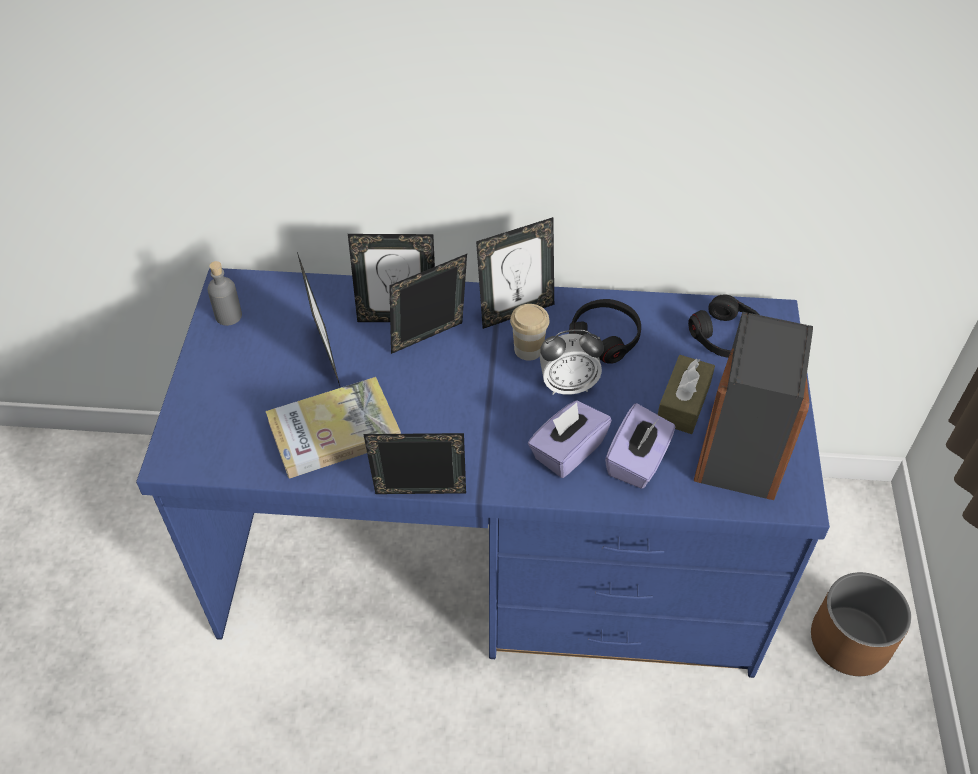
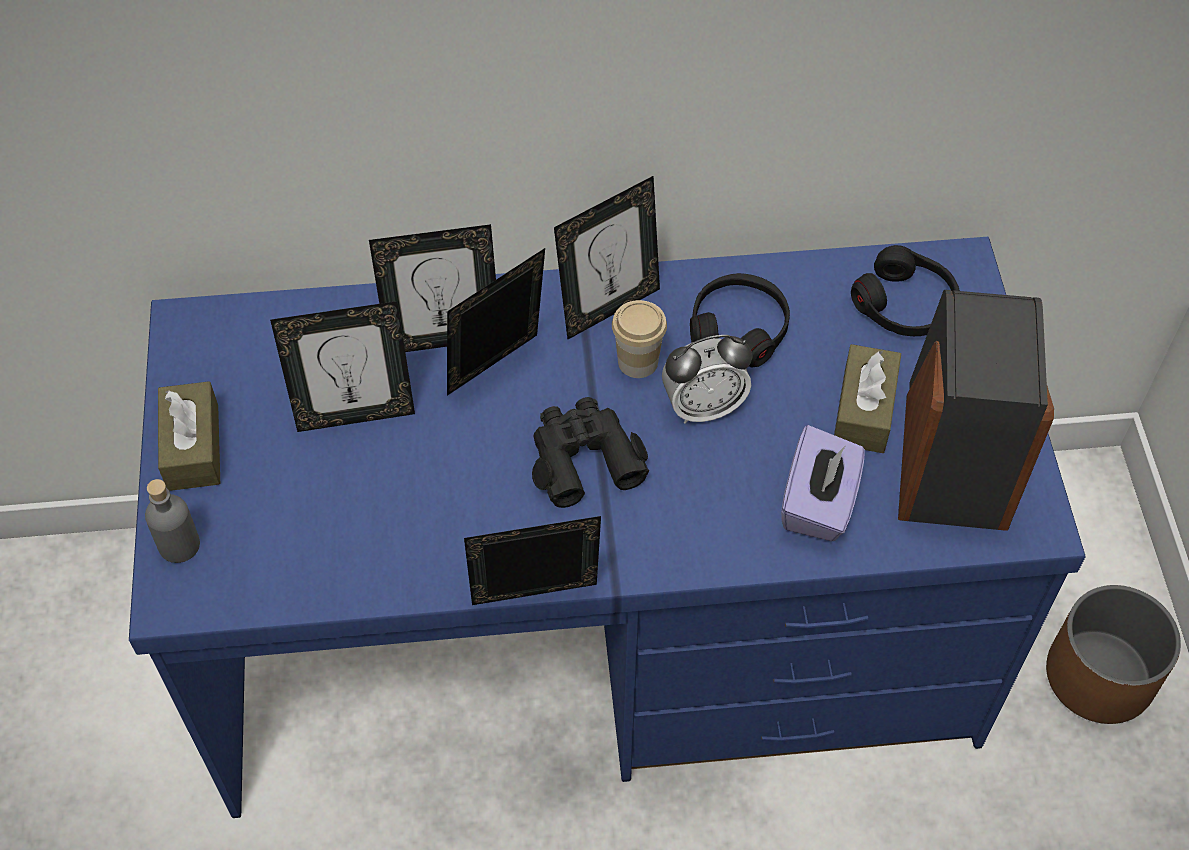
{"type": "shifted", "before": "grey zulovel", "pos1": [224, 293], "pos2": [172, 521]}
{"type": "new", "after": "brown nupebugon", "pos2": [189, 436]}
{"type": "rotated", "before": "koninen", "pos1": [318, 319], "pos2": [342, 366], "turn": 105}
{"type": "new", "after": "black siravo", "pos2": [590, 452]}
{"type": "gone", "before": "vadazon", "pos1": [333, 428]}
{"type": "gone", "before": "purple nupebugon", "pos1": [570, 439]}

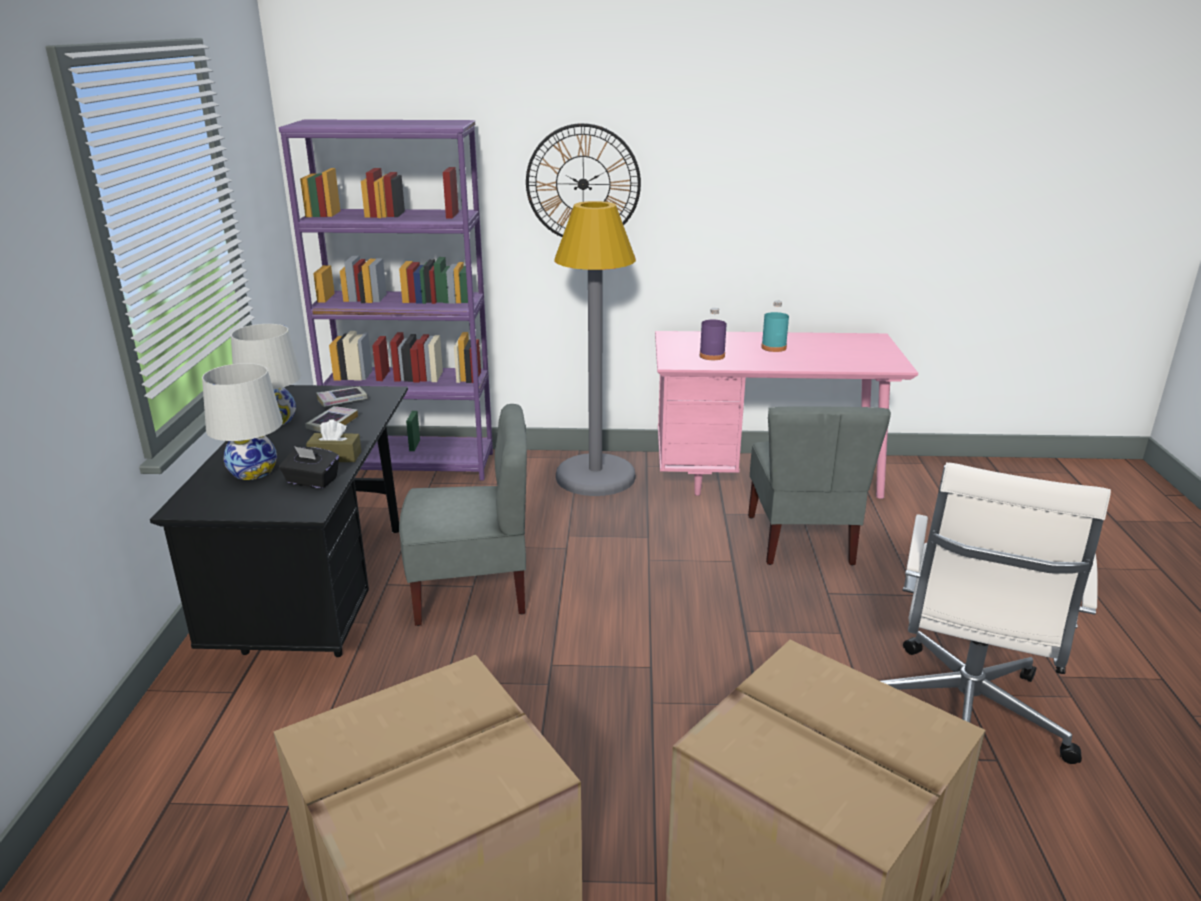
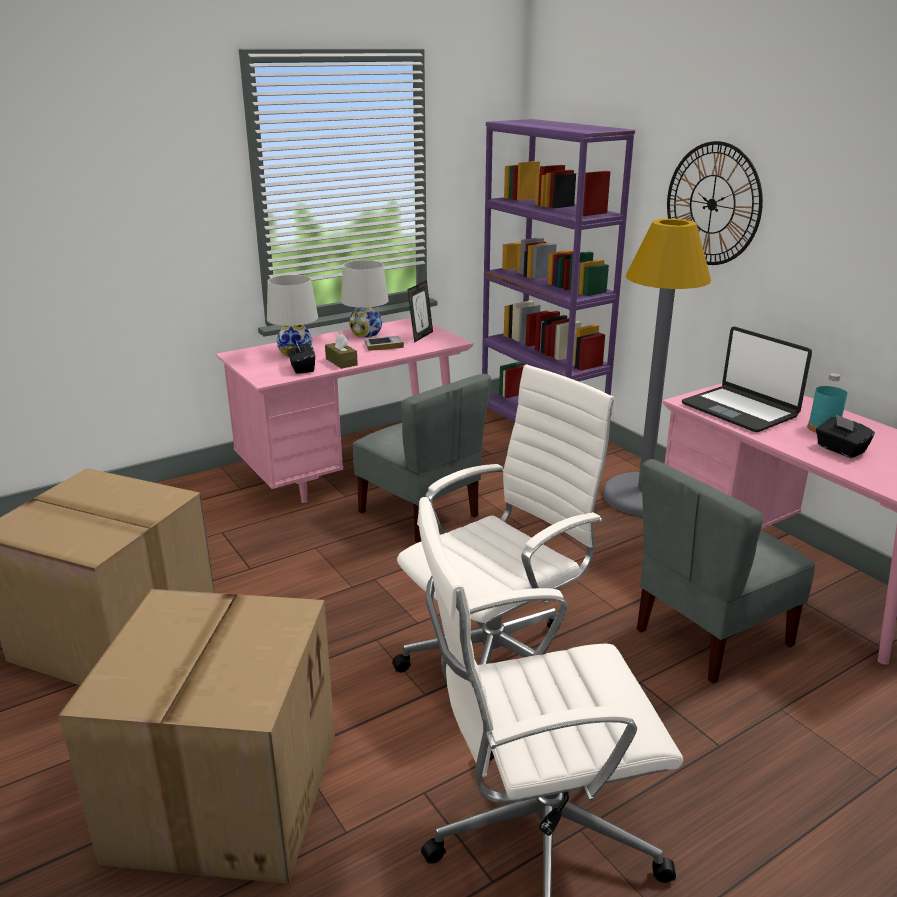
{"type": "repainted", "before": "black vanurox", "after": "pink vanurox", "pos1": [279, 521], "pos2": [344, 410]}
{"type": "new", "after": "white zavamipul", "pos2": [503, 518]}
{"type": "swapped", "before": "vadazon", "after": "koninen", "pos1": [341, 397], "pos2": [420, 311]}
{"type": "swapped", "before": "purple zulovel", "after": "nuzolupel", "pos1": [713, 334], "pos2": [747, 379]}
{"type": "new", "after": "black nupebugon", "pos2": [845, 436]}

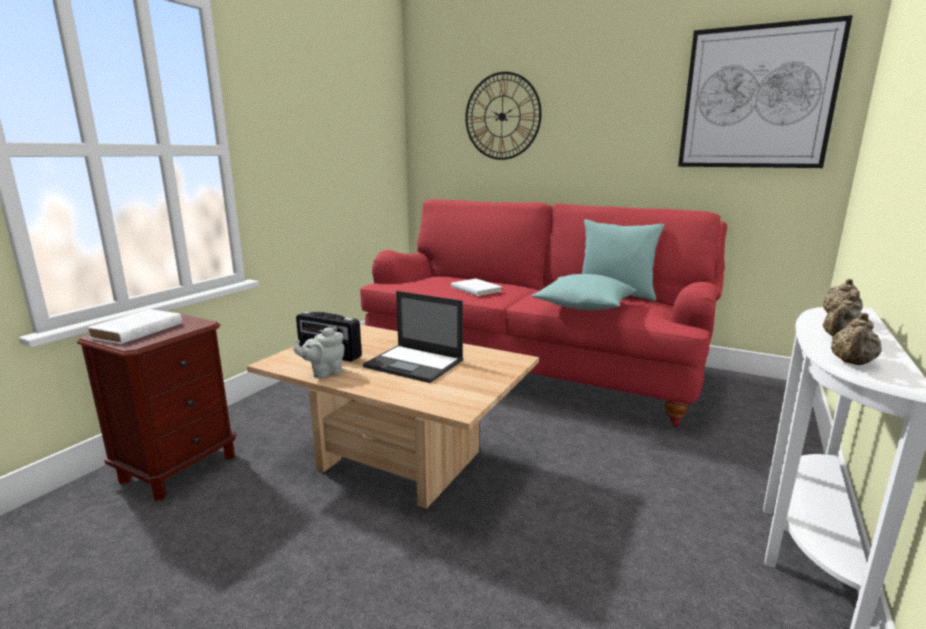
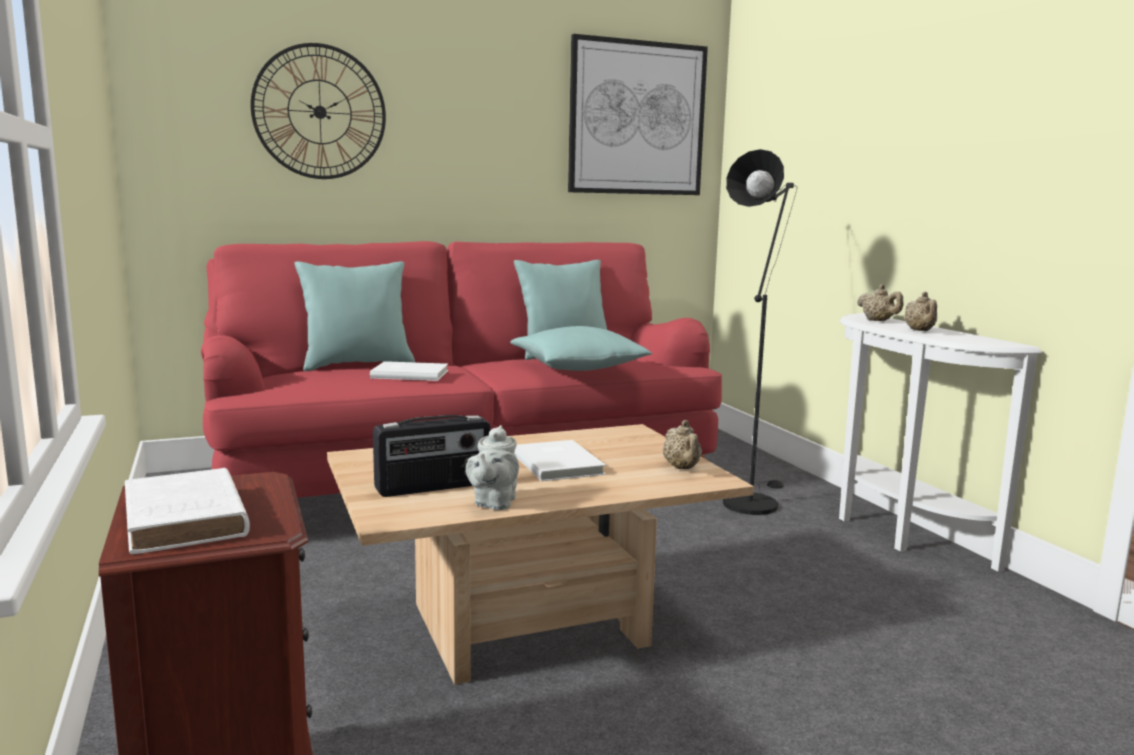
{"type": "new", "after": "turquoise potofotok", "pos2": [354, 316]}
{"type": "swapped", "before": "nuzolupel", "after": "white vadazon", "pos1": [413, 337], "pos2": [560, 460]}
{"type": "shifted", "before": "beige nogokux", "pos1": [856, 339], "pos2": [682, 444]}
{"type": "new", "after": "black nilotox", "pos2": [760, 332]}

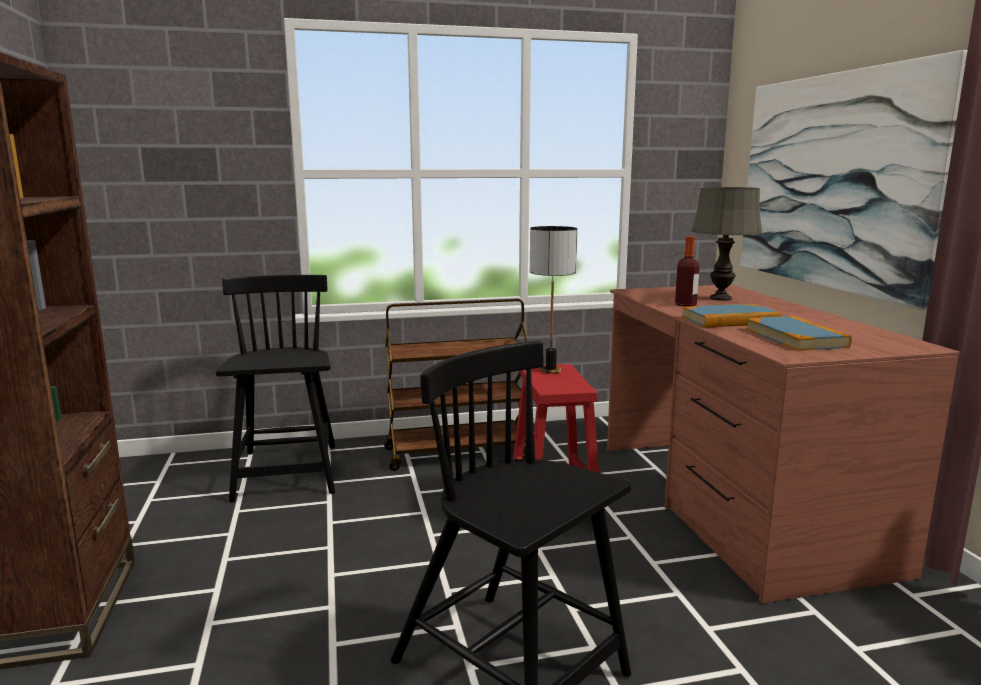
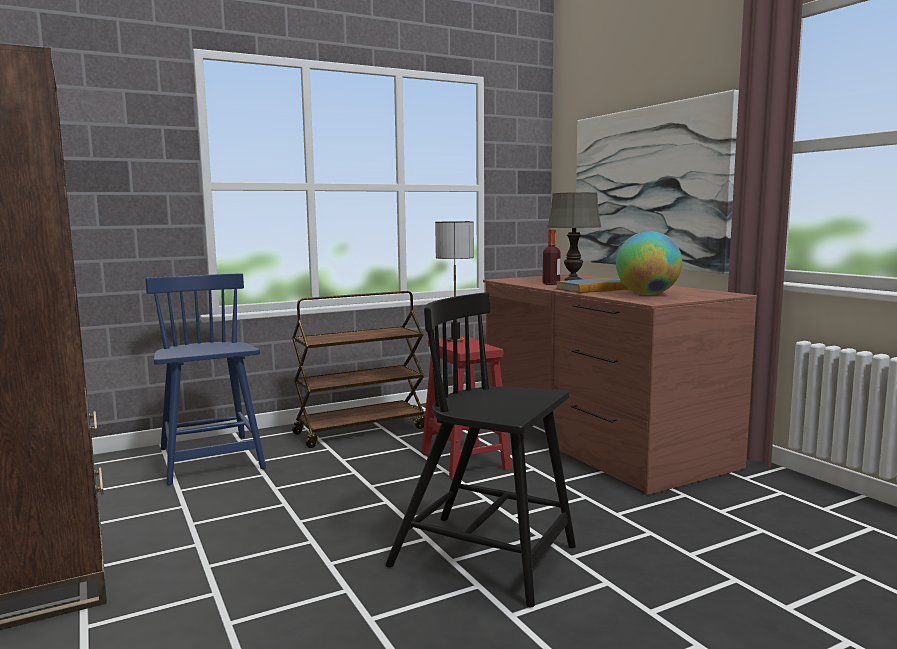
{"type": "repainted", "before": "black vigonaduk", "after": "blue vigonaduk", "pos1": [275, 389], "pos2": [205, 379]}
{"type": "swapped", "before": "vadazon", "after": "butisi", "pos1": [799, 333], "pos2": [649, 263]}

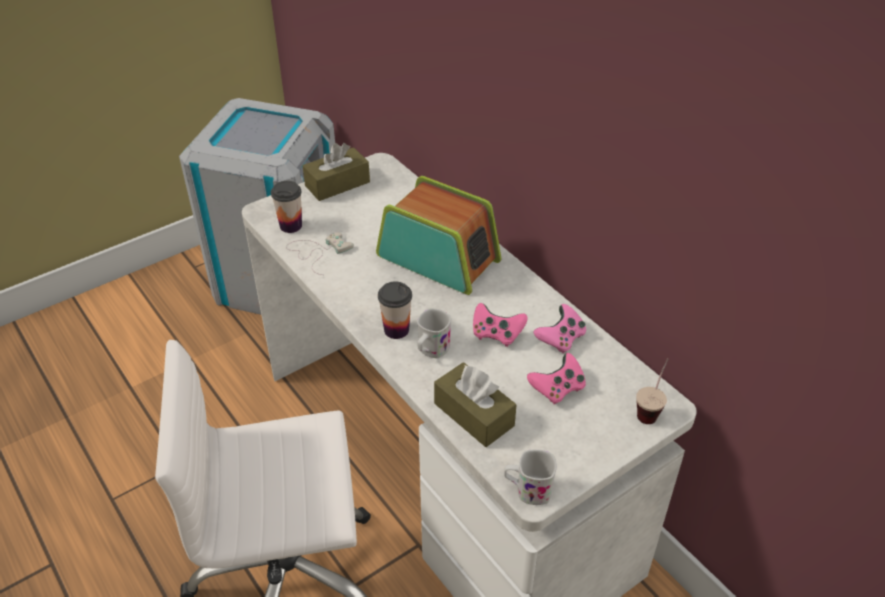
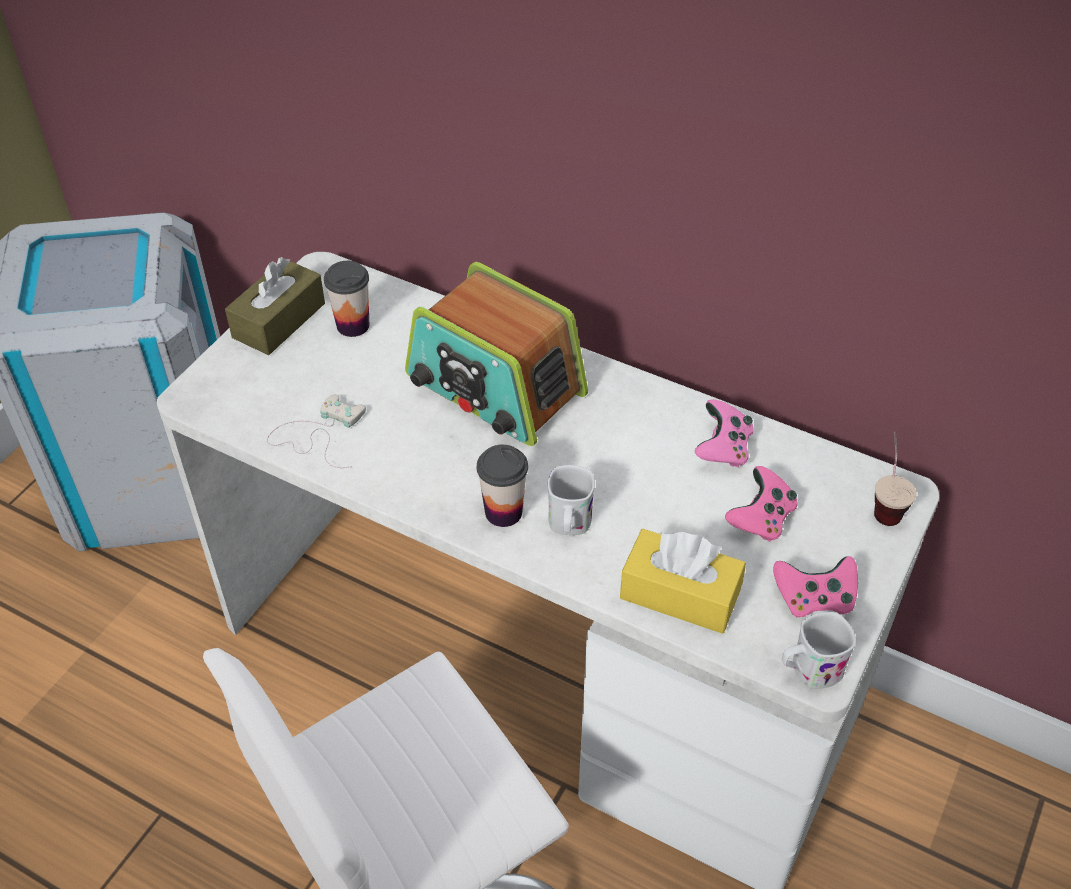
{"type": "shifted", "before": "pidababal", "pos1": [286, 207], "pos2": [346, 299]}
{"type": "rotated", "before": "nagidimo", "pos1": [439, 235], "pos2": [496, 354], "turn": -150}
{"type": "repainted", "before": "brown nupebugon", "after": "yellow nupebugon", "pos1": [475, 404], "pos2": [683, 581]}
{"type": "shifted", "before": "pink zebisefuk", "pos1": [500, 325], "pos2": [815, 586]}

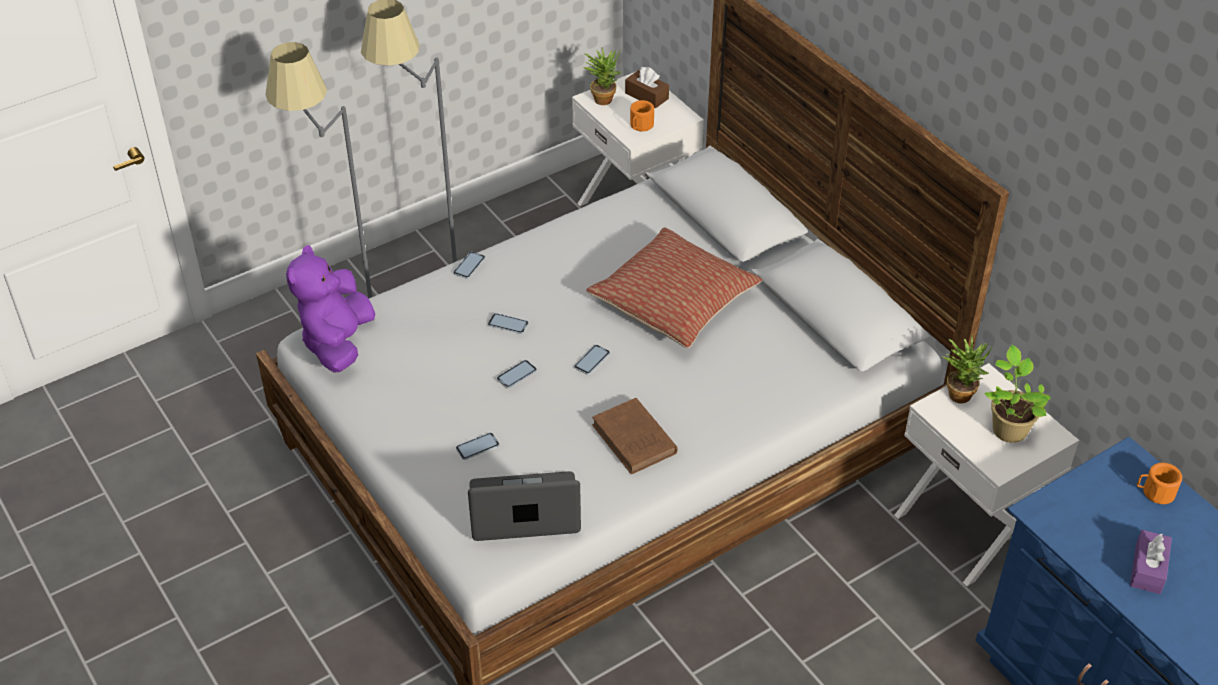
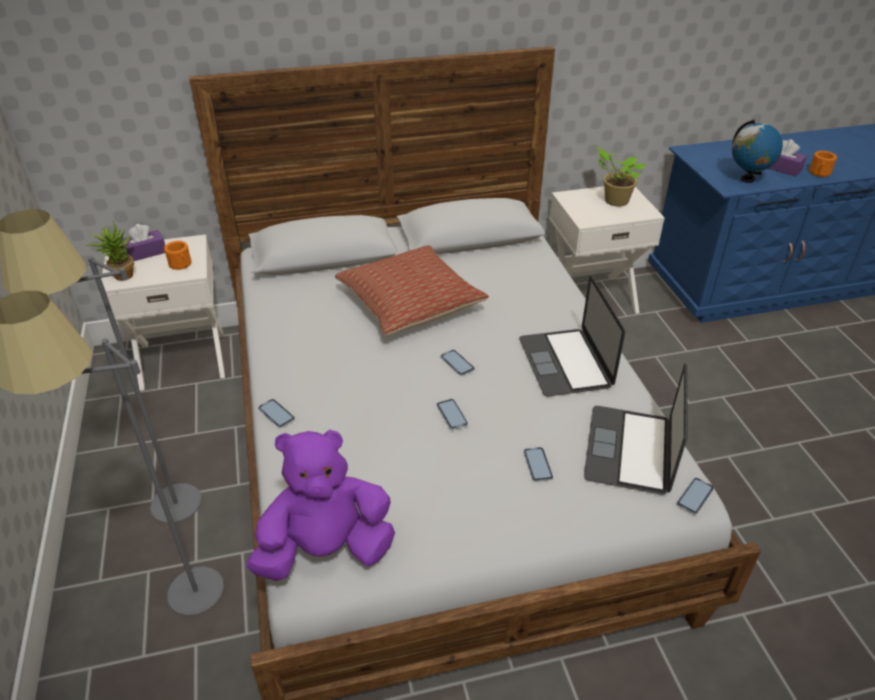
{"type": "repainted", "before": "brown nupebugon", "after": "purple nupebugon", "pos1": [647, 87], "pos2": [143, 242]}
{"type": "rotated", "before": "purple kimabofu", "pos1": [330, 309], "pos2": [320, 505], "turn": 135}
{"type": "swapped", "before": "brown vadazon", "after": "nuzolupel", "pos1": [635, 436], "pos2": [572, 336]}
{"type": "shifted", "before": "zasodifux", "pos1": [508, 323], "pos2": [695, 496]}
{"type": "new", "after": "butisi", "pos2": [757, 151]}
{"type": "shifted", "before": "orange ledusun", "pos1": [1159, 483], "pos2": [823, 164]}
{"type": "gone", "before": "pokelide", "pos1": [967, 369]}

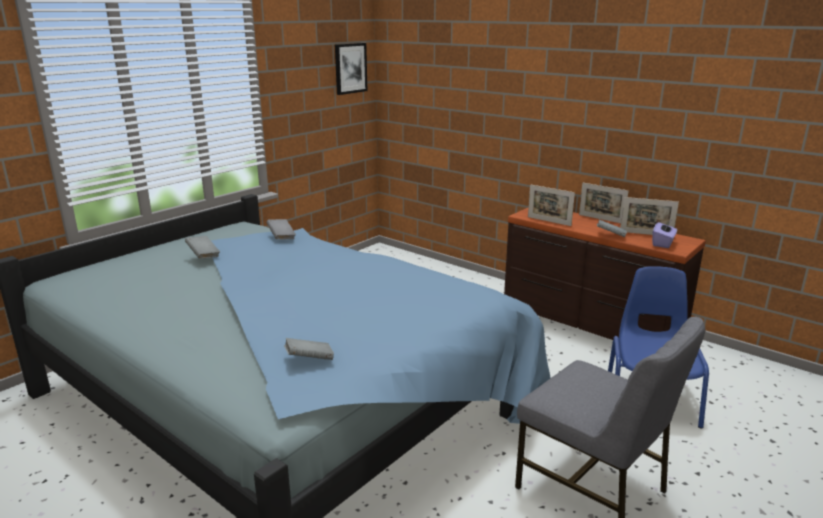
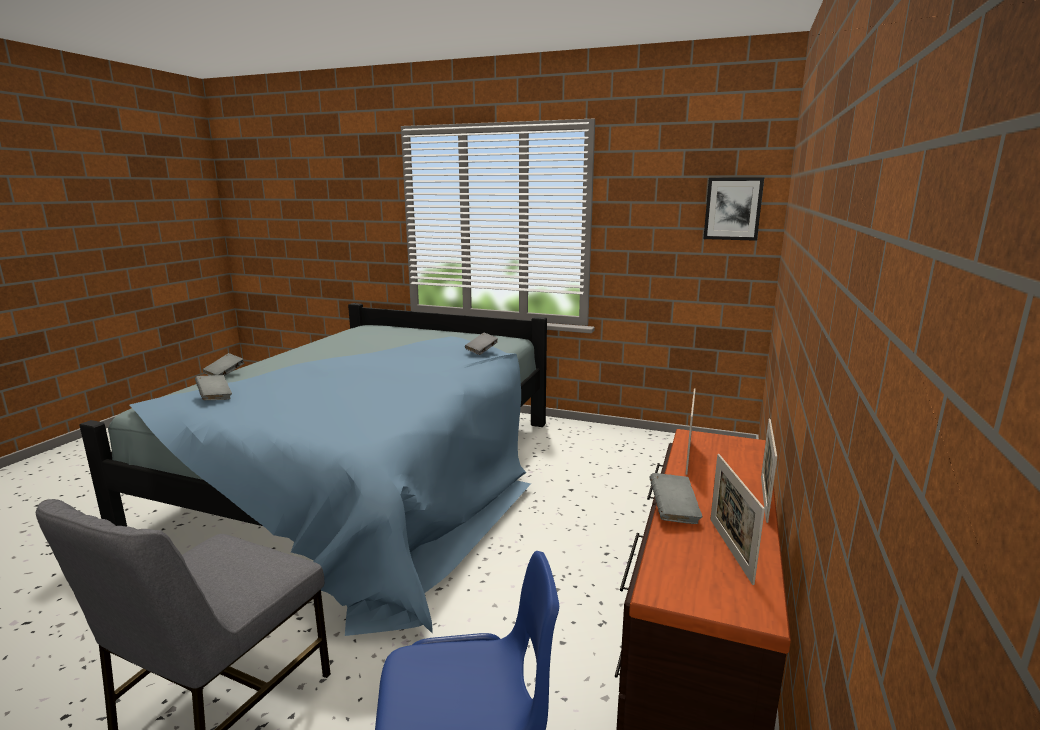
{"type": "shifted", "before": "grey vadazon", "pos1": [202, 247], "pos2": [223, 364]}
{"type": "gone", "before": "purple nupebugon", "pos1": [664, 234]}

